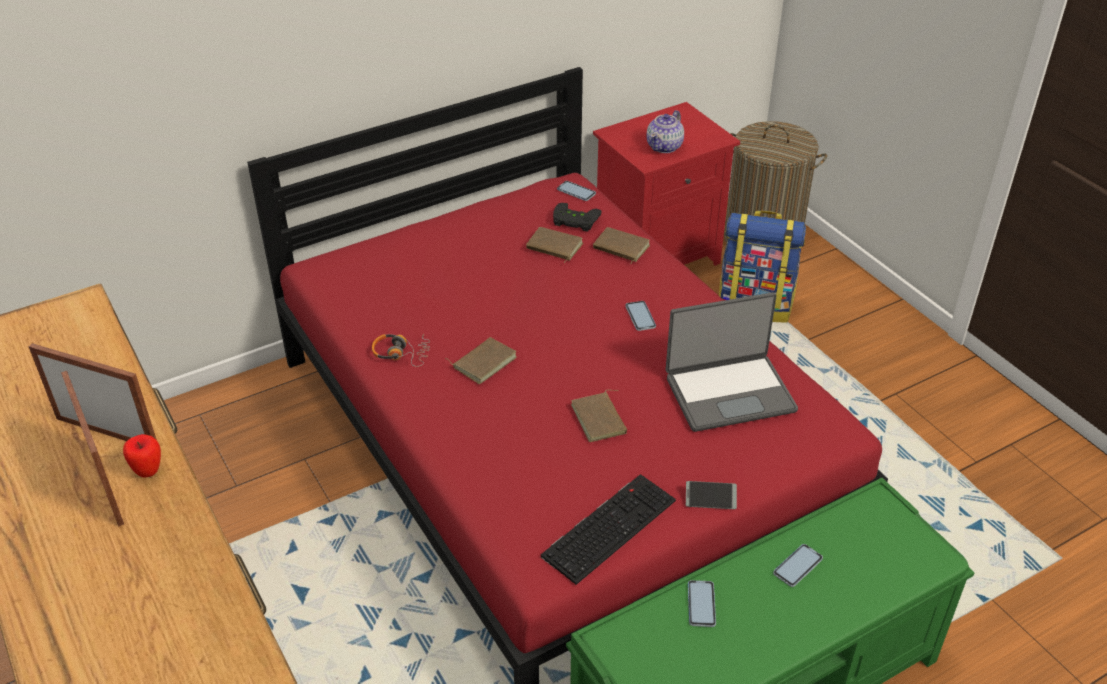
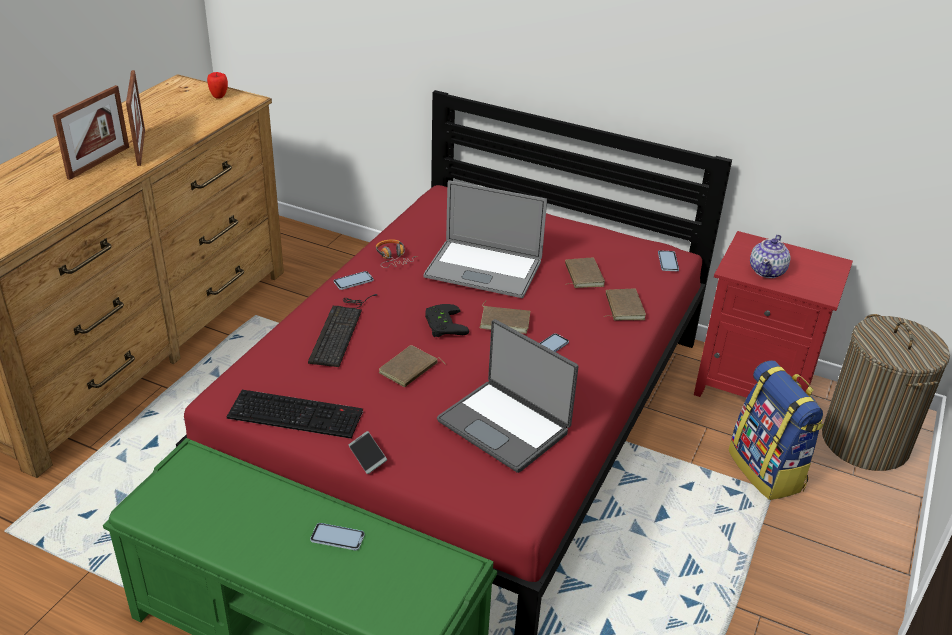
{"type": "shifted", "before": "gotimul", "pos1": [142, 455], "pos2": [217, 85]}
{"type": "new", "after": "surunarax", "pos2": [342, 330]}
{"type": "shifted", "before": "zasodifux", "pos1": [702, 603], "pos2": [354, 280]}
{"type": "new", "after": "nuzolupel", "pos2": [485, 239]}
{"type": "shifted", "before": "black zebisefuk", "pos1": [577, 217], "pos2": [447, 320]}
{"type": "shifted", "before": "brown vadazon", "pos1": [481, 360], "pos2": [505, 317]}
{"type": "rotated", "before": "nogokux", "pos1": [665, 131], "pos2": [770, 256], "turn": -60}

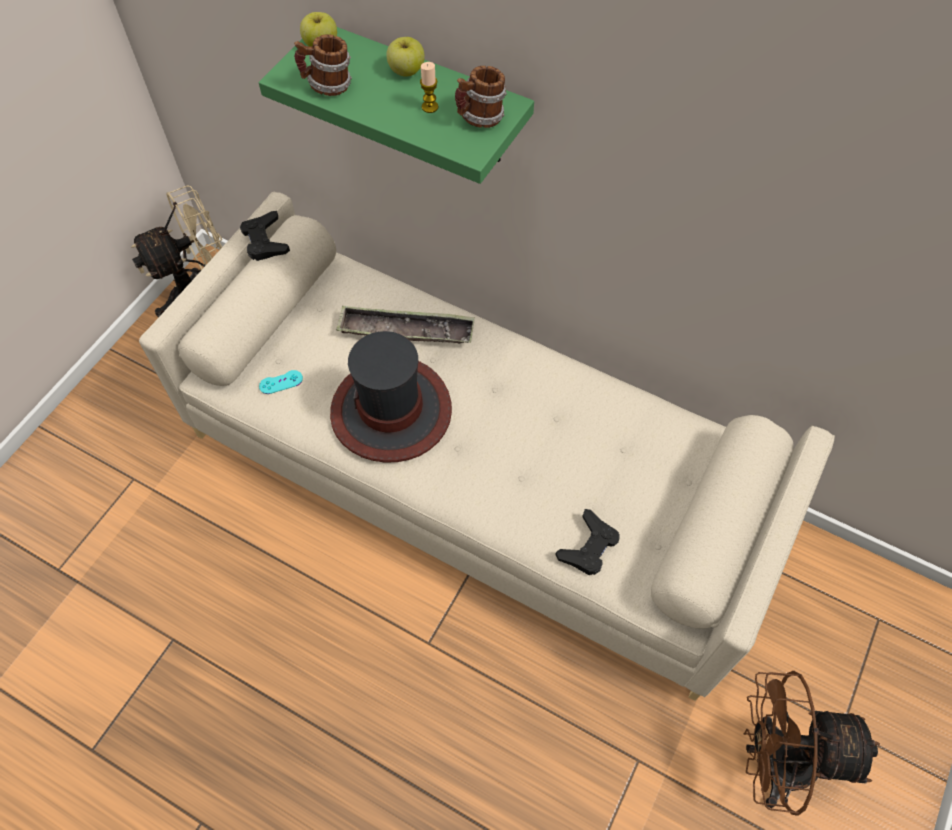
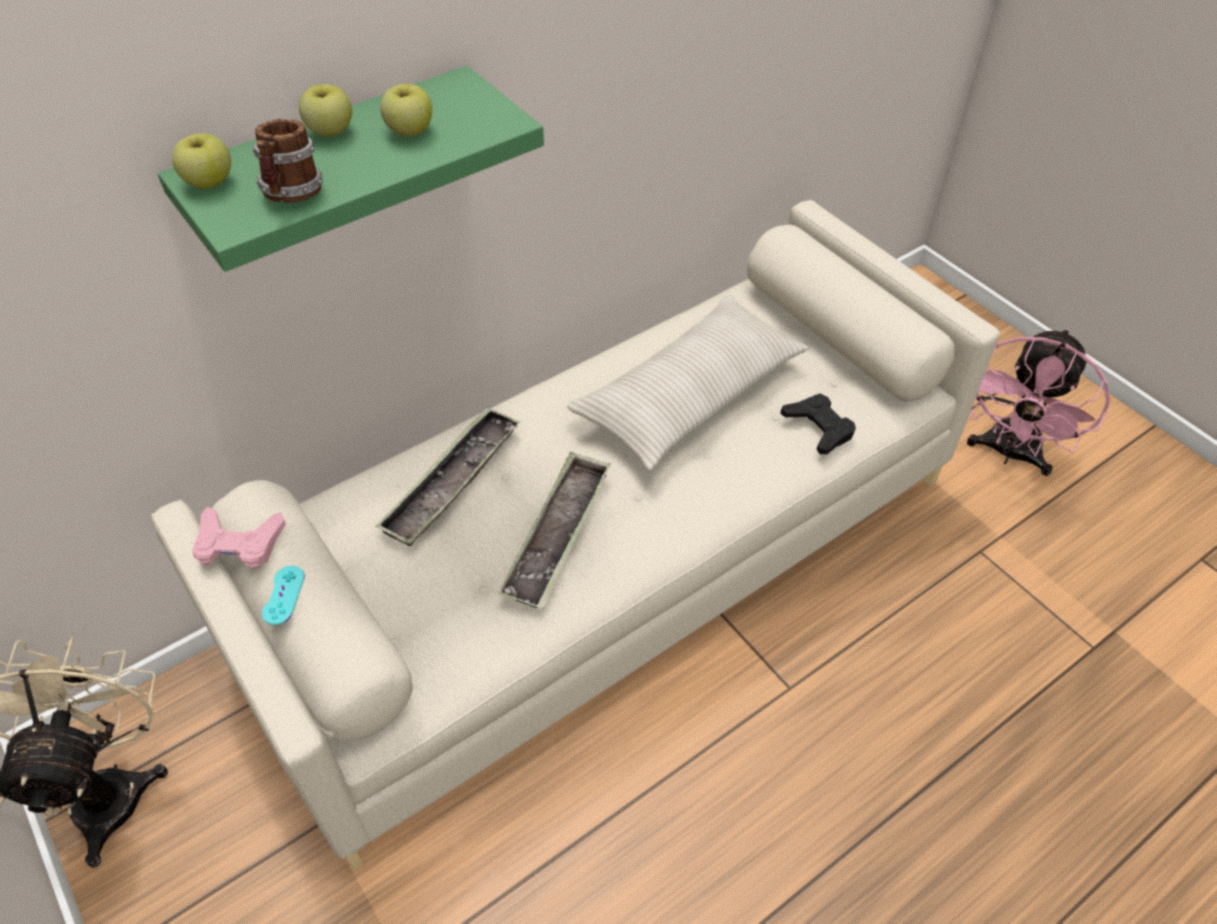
{"type": "repainted", "before": "black zebisefuk", "after": "pink zebisefuk", "pos1": [265, 236], "pos2": [239, 538]}
{"type": "shifted", "before": "turquoise zebisefuk", "pos1": [281, 382], "pos2": [283, 595]}
{"type": "swapped", "before": "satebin", "after": "gotimul", "pos1": [429, 87], "pos2": [406, 110]}
{"type": "swapped", "before": "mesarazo", "after": "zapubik", "pos1": [391, 396], "pos2": [555, 530]}
{"type": "new", "after": "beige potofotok", "pos2": [688, 383]}
{"type": "repainted", "before": "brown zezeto", "after": "pink zezeto", "pos1": [811, 743], "pos2": [1038, 402]}
{"type": "gone", "before": "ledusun", "pos1": [481, 97]}

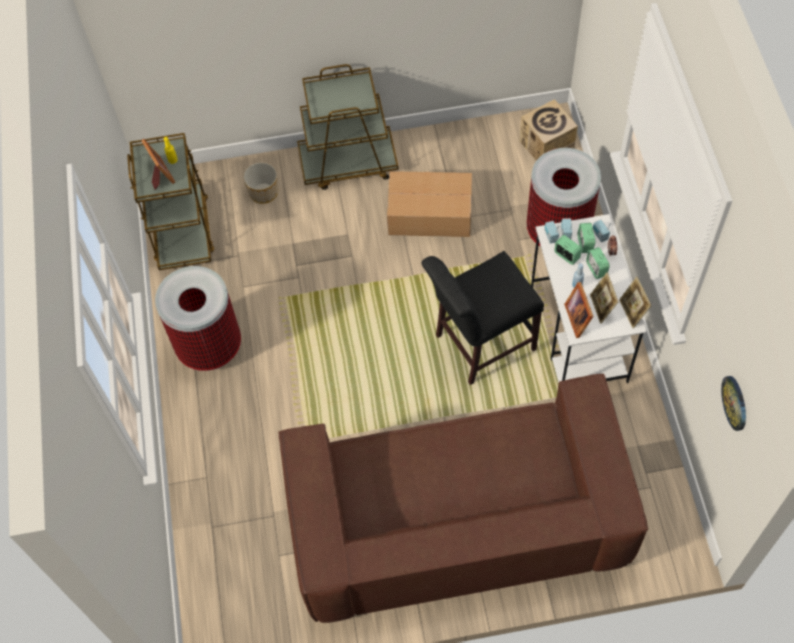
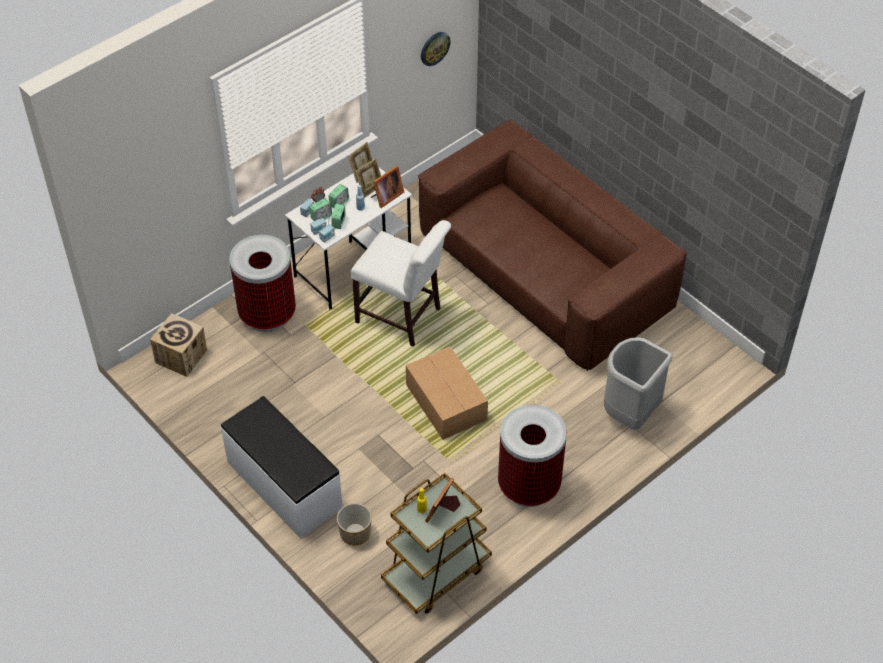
{"type": "swapped", "before": "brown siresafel", "after": "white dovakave", "pos1": [347, 127], "pos2": [282, 467]}
{"type": "repainted", "before": "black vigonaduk", "after": "white vigonaduk", "pos1": [482, 318], "pos2": [401, 283]}
{"type": "shifted", "before": "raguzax", "pos1": [429, 204], "pos2": [447, 393]}
{"type": "new", "after": "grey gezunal", "pos2": [638, 383]}

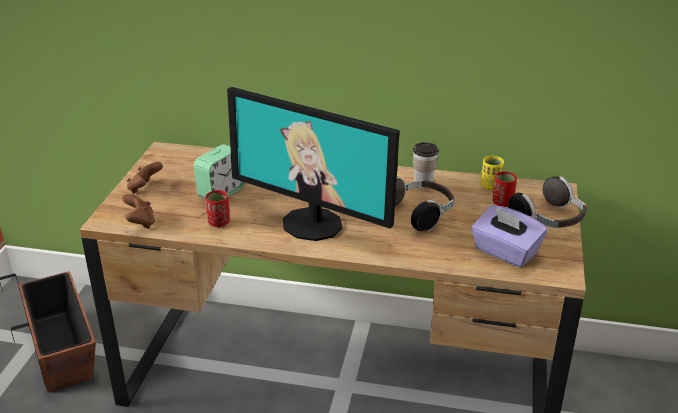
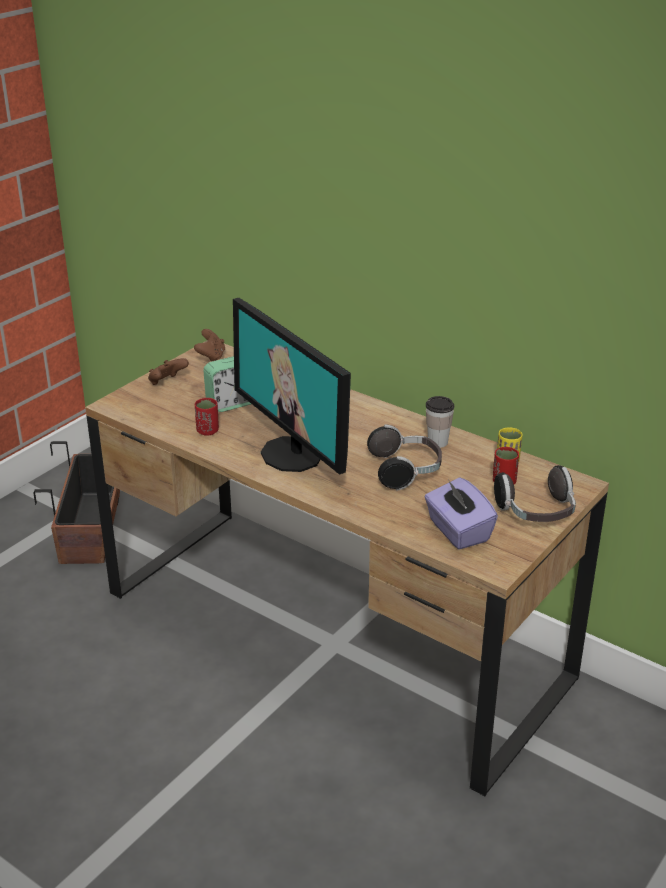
{"type": "shifted", "before": "brown zebisefuk", "pos1": [138, 211], "pos2": [209, 345]}

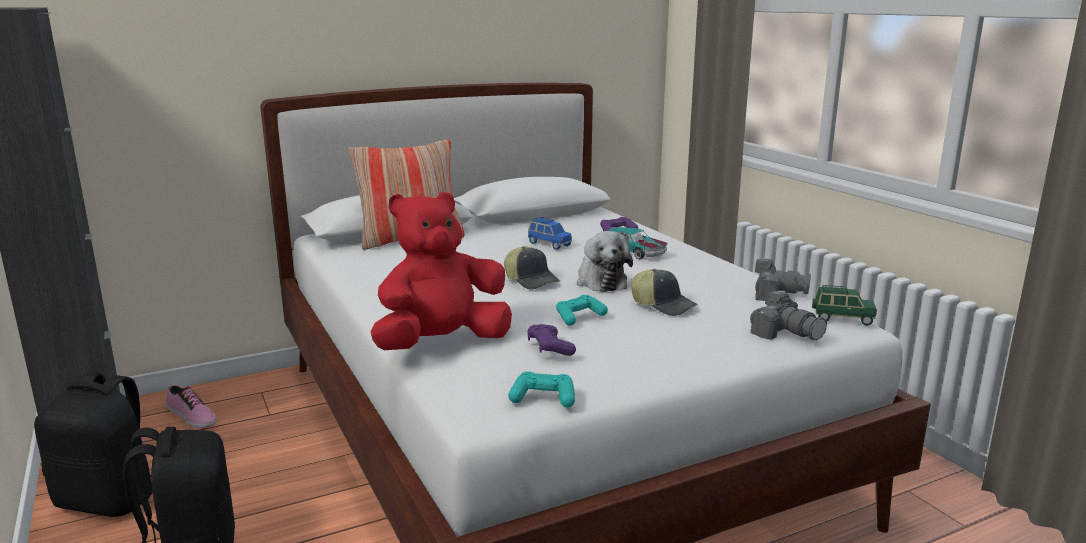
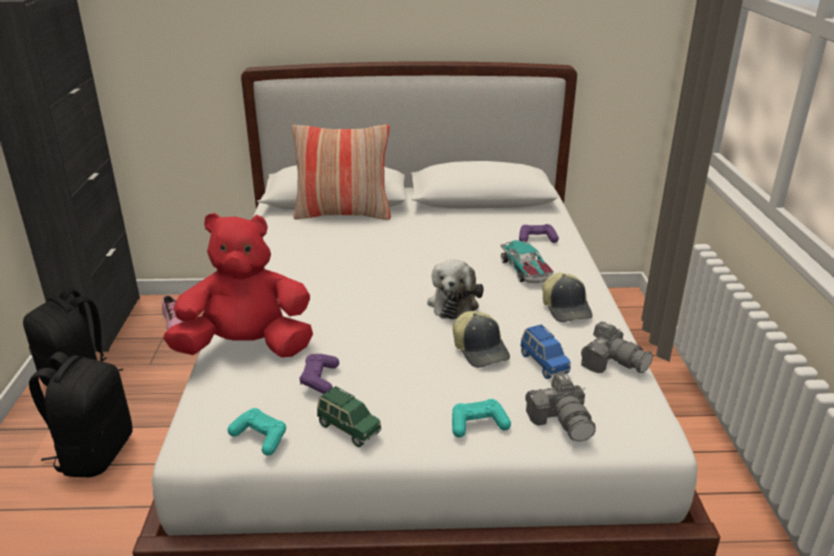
{"type": "shifted", "before": "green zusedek", "pos1": [844, 305], "pos2": [349, 416]}
{"type": "shifted", "before": "turquoise zebisefuk", "pos1": [582, 310], "pos2": [481, 418]}
{"type": "shifted", "before": "blue zusedek", "pos1": [550, 233], "pos2": [545, 351]}
{"type": "shifted", "before": "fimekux", "pos1": [532, 268], "pos2": [567, 297]}

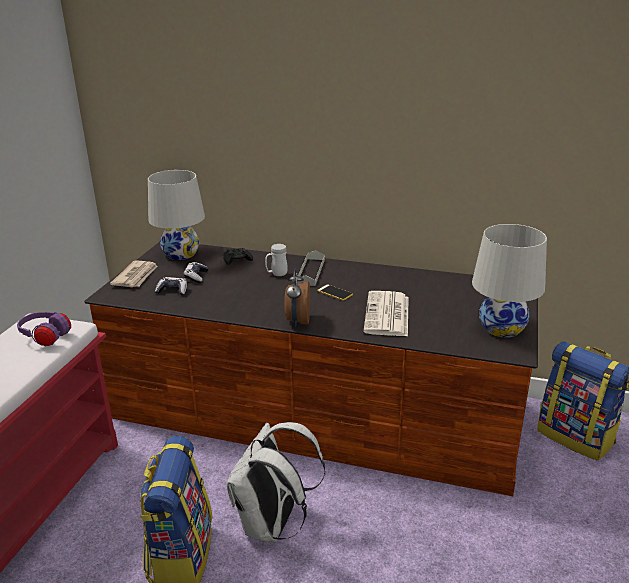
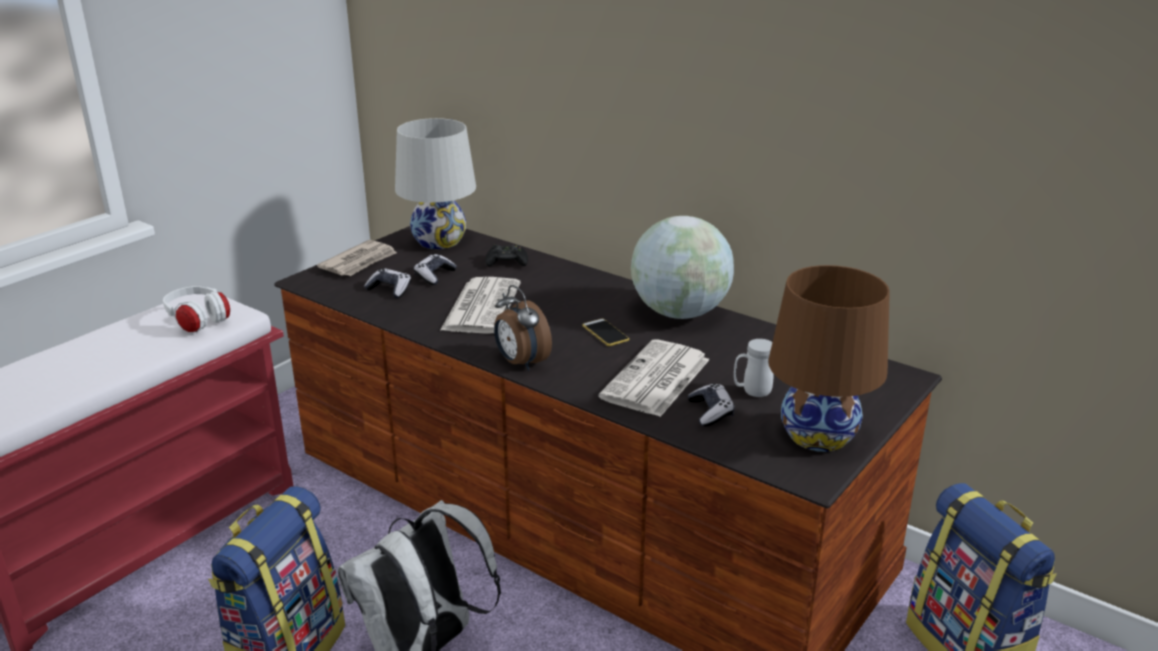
{"type": "repainted", "before": "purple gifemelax", "after": "white gifemelax", "pos1": [44, 329], "pos2": [196, 309]}
{"type": "new", "after": "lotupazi", "pos2": [480, 305]}
{"type": "rotated", "before": "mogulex", "pos1": [297, 298], "pos2": [523, 328], "turn": -60}
{"type": "new", "after": "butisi", "pos2": [682, 267]}
{"type": "new", "after": "zebisefuk", "pos2": [711, 405]}
{"type": "shifted", "before": "white ledusun", "pos1": [276, 260], "pos2": [753, 368]}
{"type": "repainted", "before": "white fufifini", "after": "brown fufifini", "pos1": [509, 280], "pos2": [829, 358]}
{"type": "gone", "before": "grey zapubik", "pos1": [311, 268]}

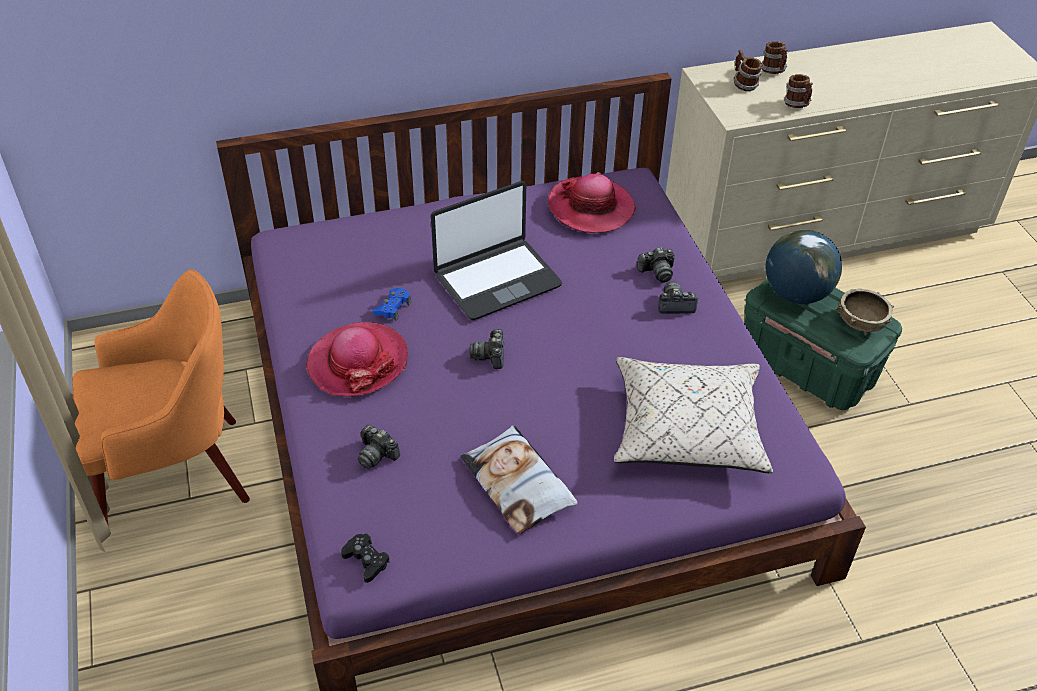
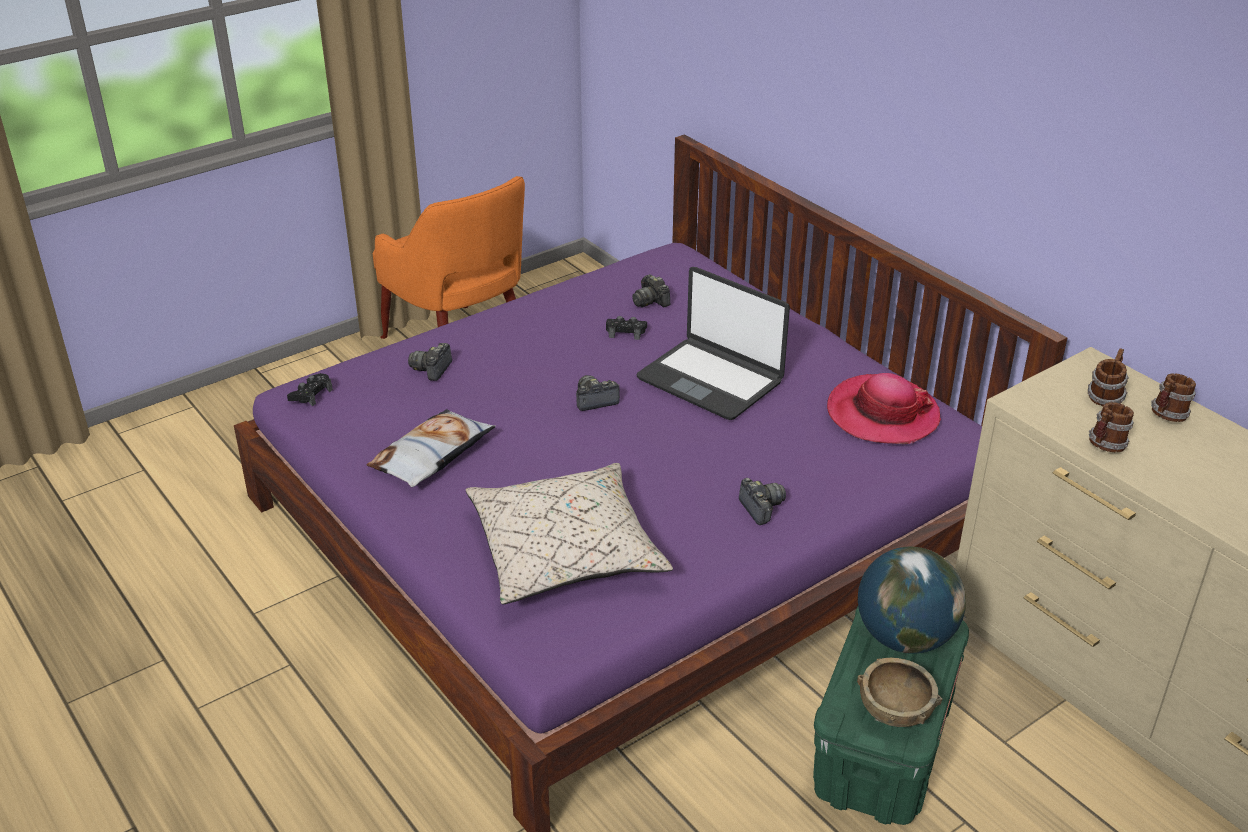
{"type": "repainted", "before": "blue zebisefuk", "after": "black zebisefuk", "pos1": [392, 304], "pos2": [626, 328]}
{"type": "shifted", "before": "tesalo", "pos1": [656, 265], "pos2": [651, 291]}
{"type": "gone", "before": "mesarazo", "pos1": [357, 359]}

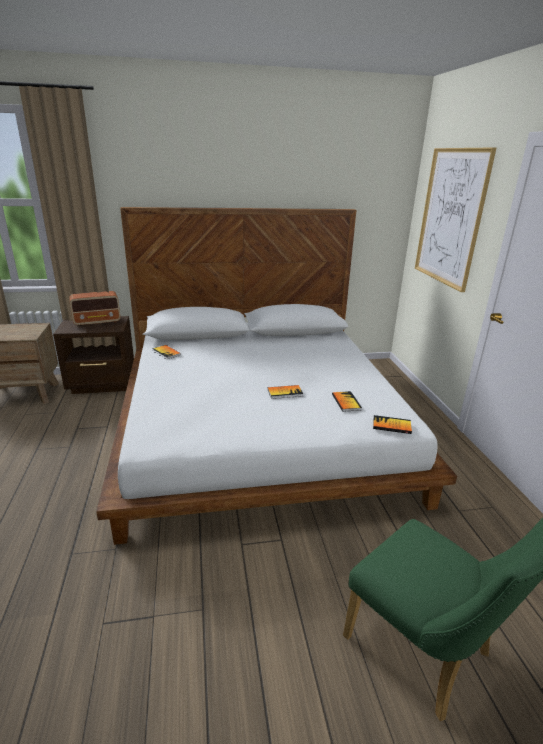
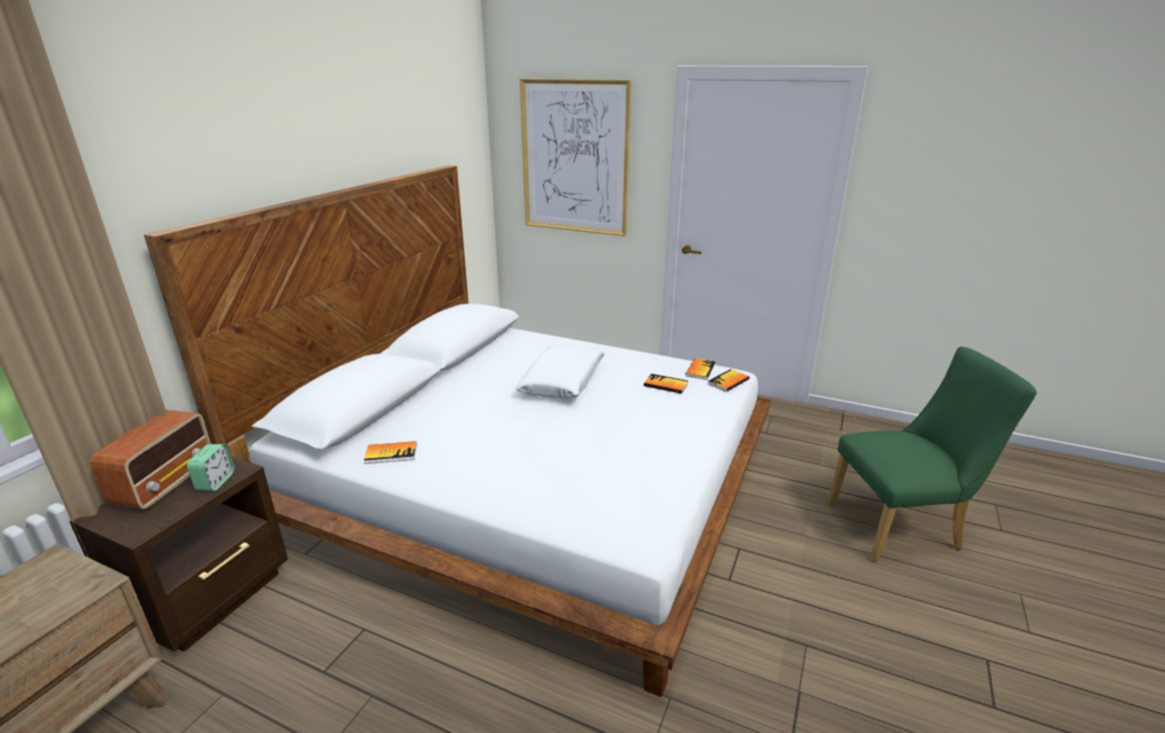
{"type": "new", "after": "mogulex", "pos2": [211, 467]}
{"type": "new", "after": "white potofotok", "pos2": [560, 371]}
{"type": "shifted", "before": "vadazon", "pos1": [285, 392], "pos2": [700, 369]}

